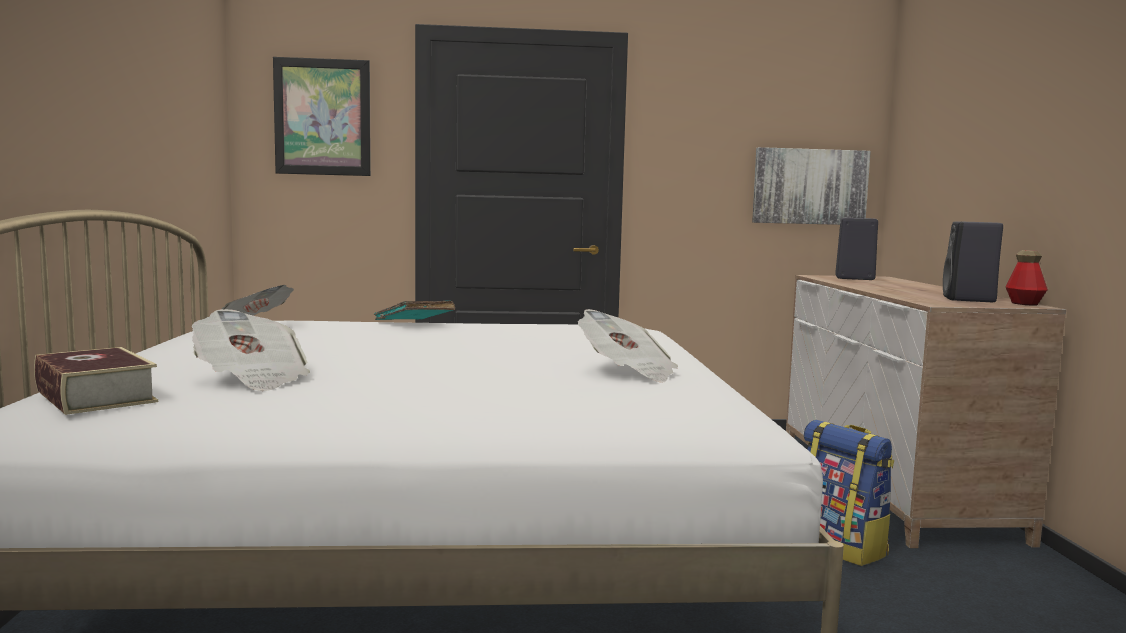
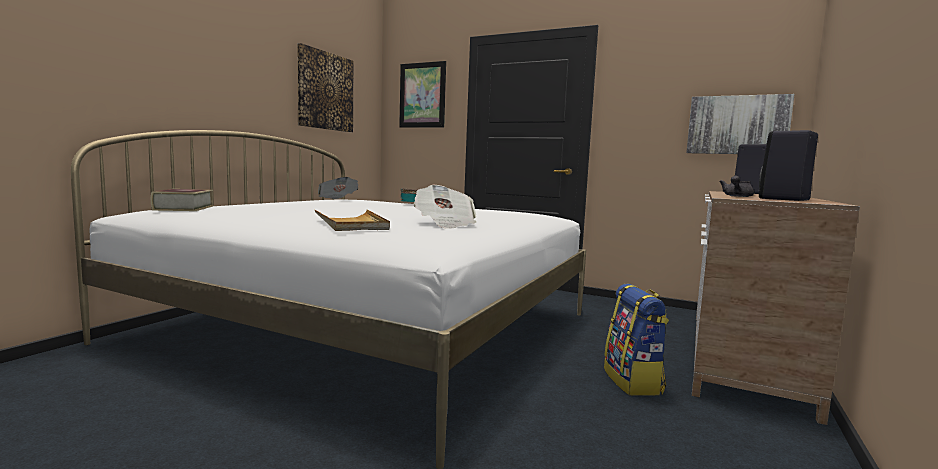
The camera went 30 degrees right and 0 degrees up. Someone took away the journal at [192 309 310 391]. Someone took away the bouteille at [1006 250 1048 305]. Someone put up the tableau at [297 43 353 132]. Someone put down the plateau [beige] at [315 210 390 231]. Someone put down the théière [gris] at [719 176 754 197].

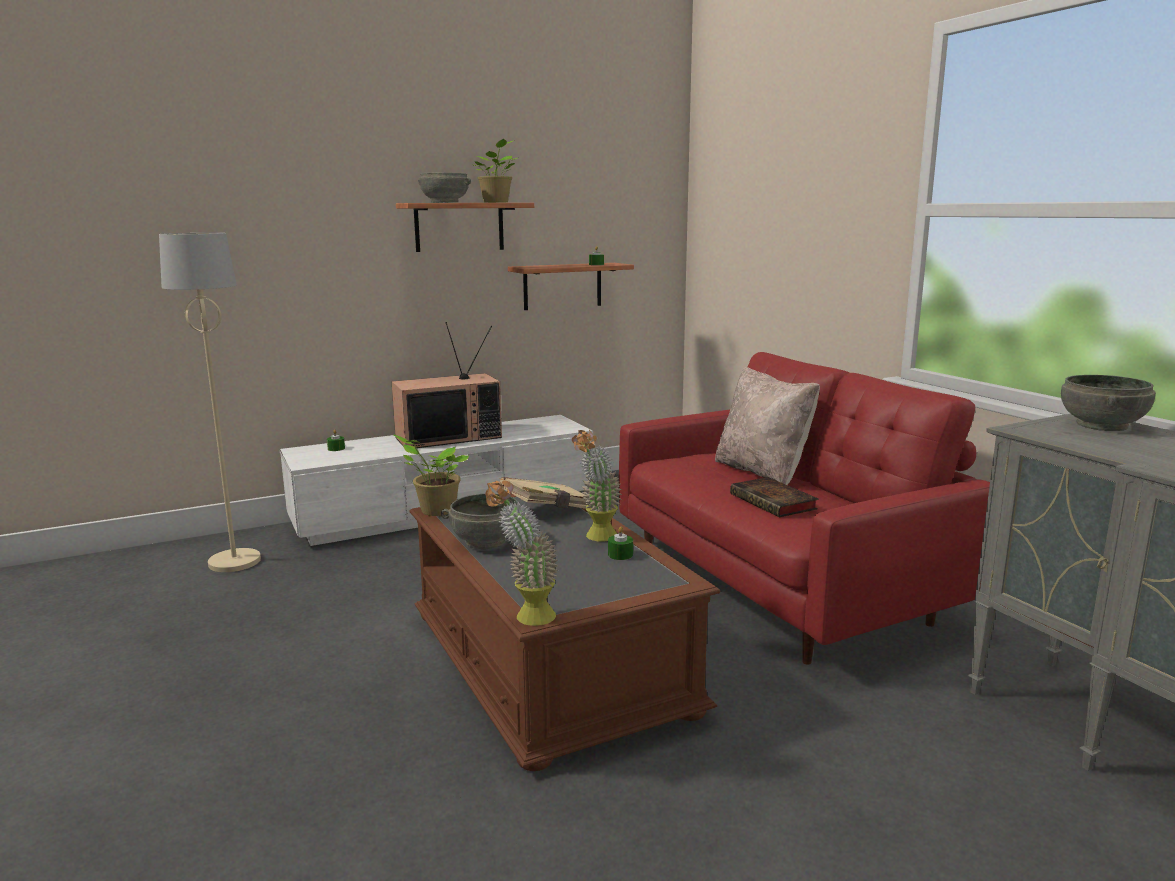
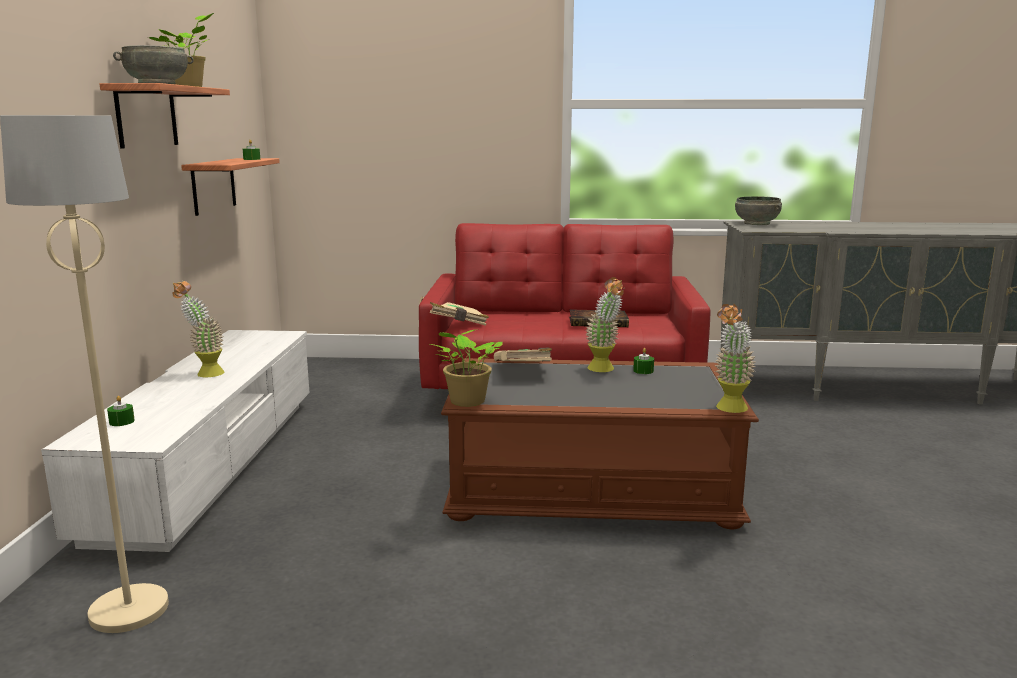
The camera went 60 degrees left and 0 degrees up. Someone took away the bol [gris] at [441 494 518 549]. Someone took away the coussin [beige] at [715 367 820 485]. Someone put down the livre [beige] at [419 297 489 326]. Someone swapped the téléviseur at [392 322 502 448] for the plante en pot at [172 281 225 377].

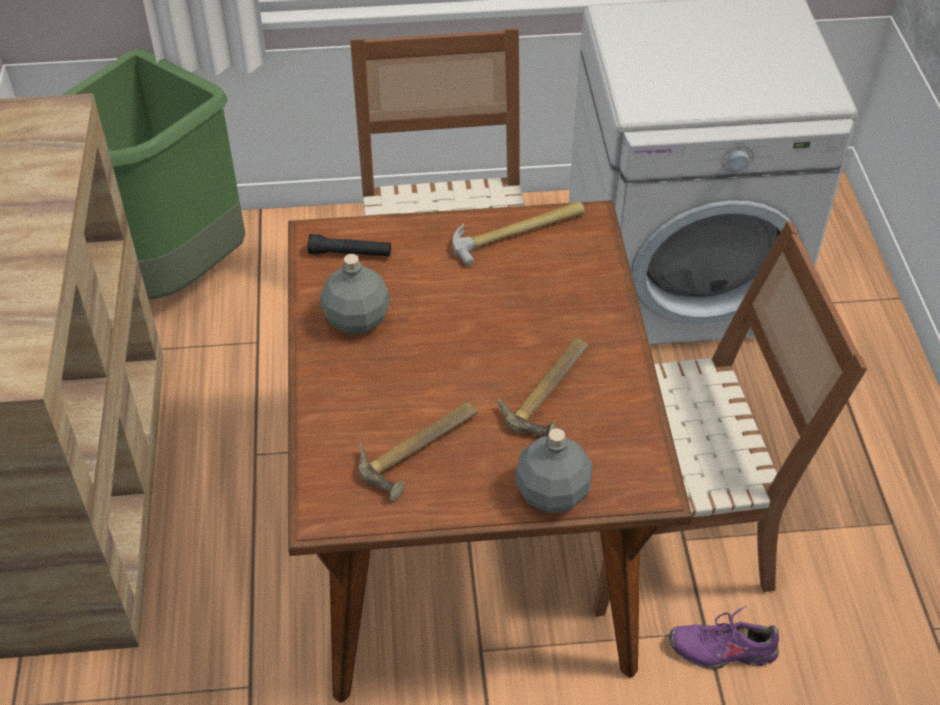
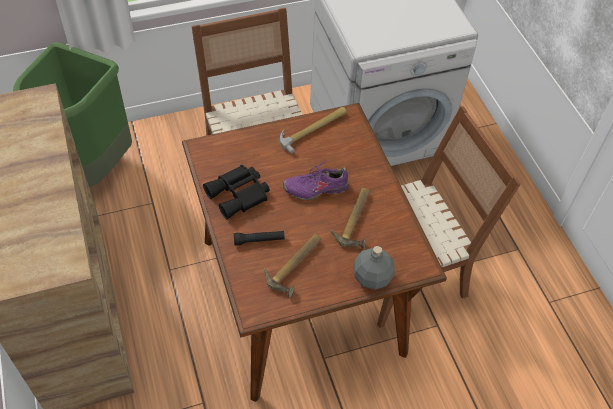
The camera went 15 degrees left and 5 degrees up. Someone carried the lampe de poche [noir] from [308 234 391 257] to [234 231 285 245]. Someone carried the chaussure [violet] from [669 606 779 669] to [283 160 349 200]. Someone swapped the bouteille [gris] at [320 254 390 334] for the jumelles [noir] at [203 165 270 219].

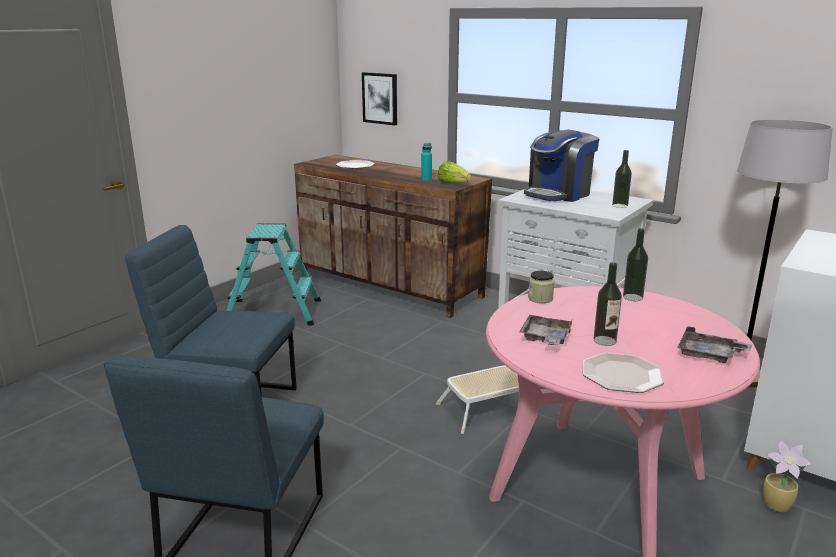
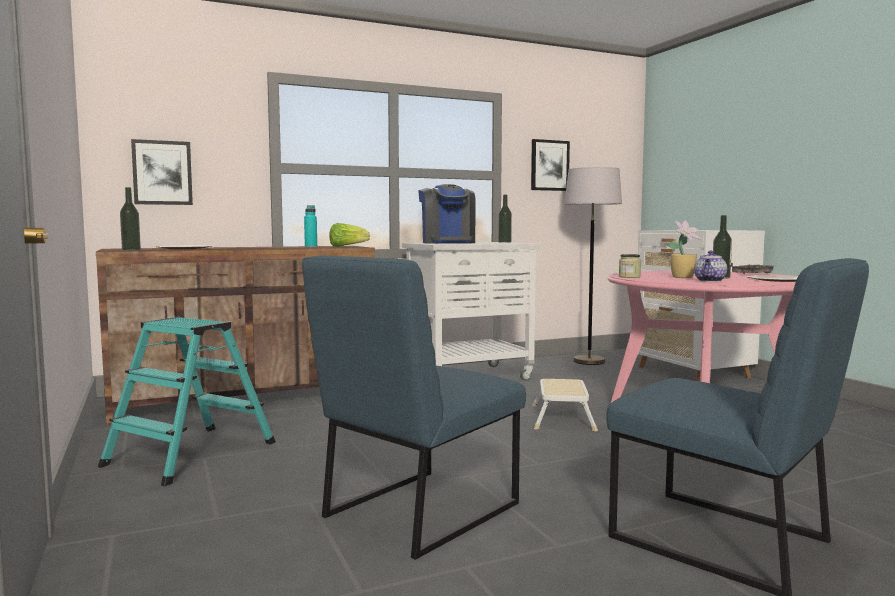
The camera went 60 degrees left and 15 degrees down. Someone put up the tableau at [531 139 570 191]. Someone carried the bouteille from [623 228 648 301] to [120 187 141 251]. Someone carried the plante en pot from [763 440 812 512] to [667 220 701 278]. Someone swapped the plateau [gris] at [519 315 573 345] for the théière at [694 251 727 282].

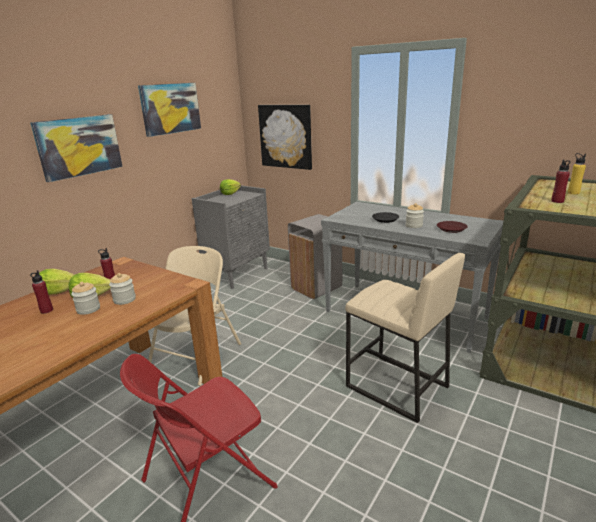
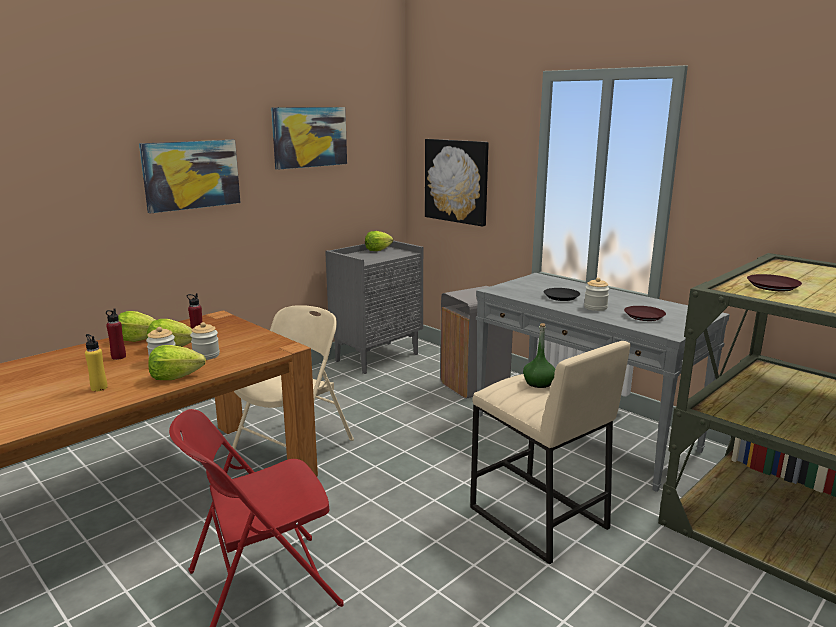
The camera went 10 degrees right and 5 degrees down. Someone put down the laitue at [148 345 206 380]. Someone put down the bouteille [vert] at [523 323 555 388]. Someone carried the bouteille [jaune] from [568 153 586 194] to [85 334 108 391]. Someone swapped the bouteille [rouge] at [551 160 570 203] for the assiette [marron] at [747 274 802 291].

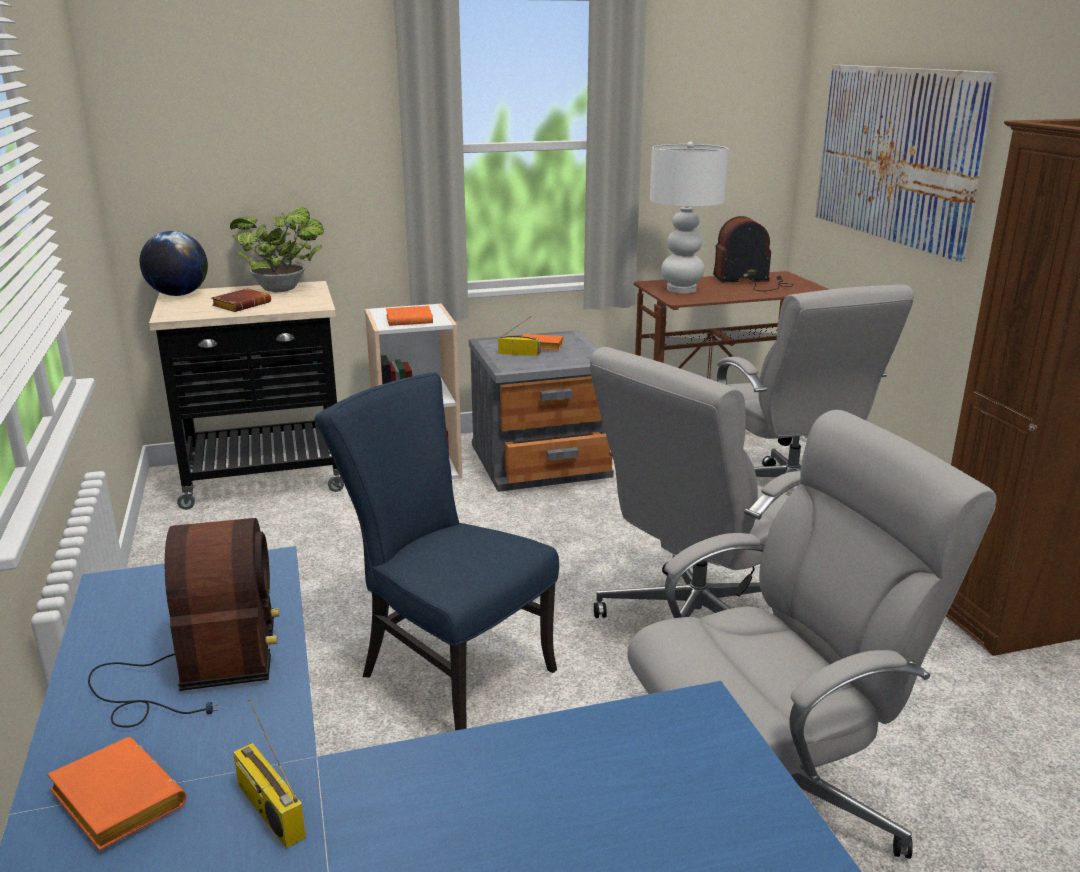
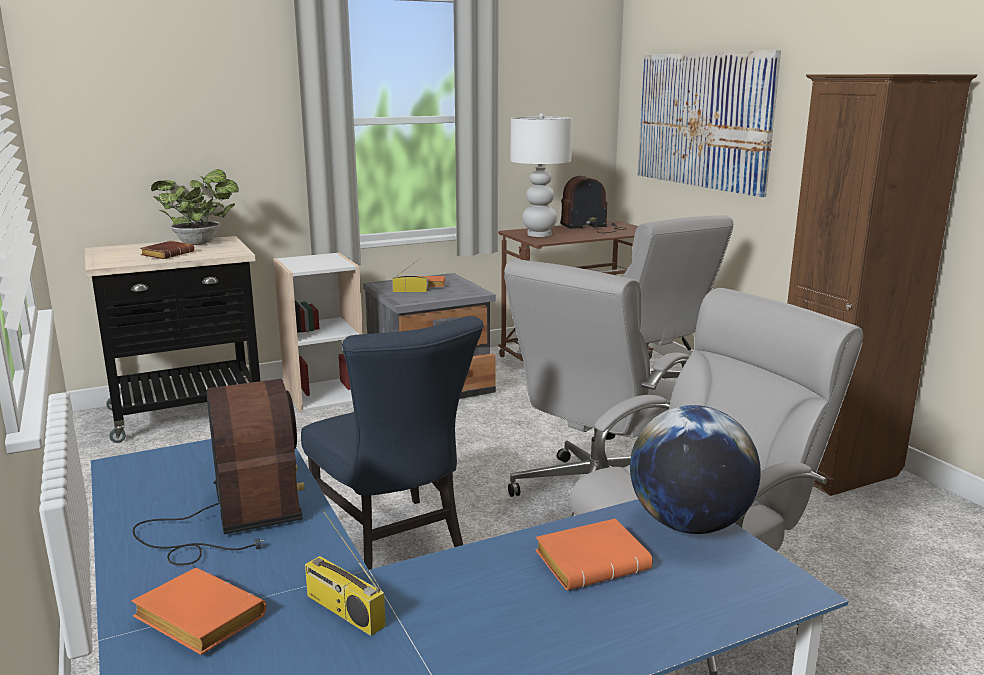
The camera went 10 degrees left and 5 degrees down. Someone carried the globe from [140 231 208 296] to [630 405 761 534]. Someone carried the livre [orange] from [386 306 433 326] to [535 518 653 591]. Someone rotated the chaise [bleu] at [314 372 559 731] by 150 degrees counterclockwise.

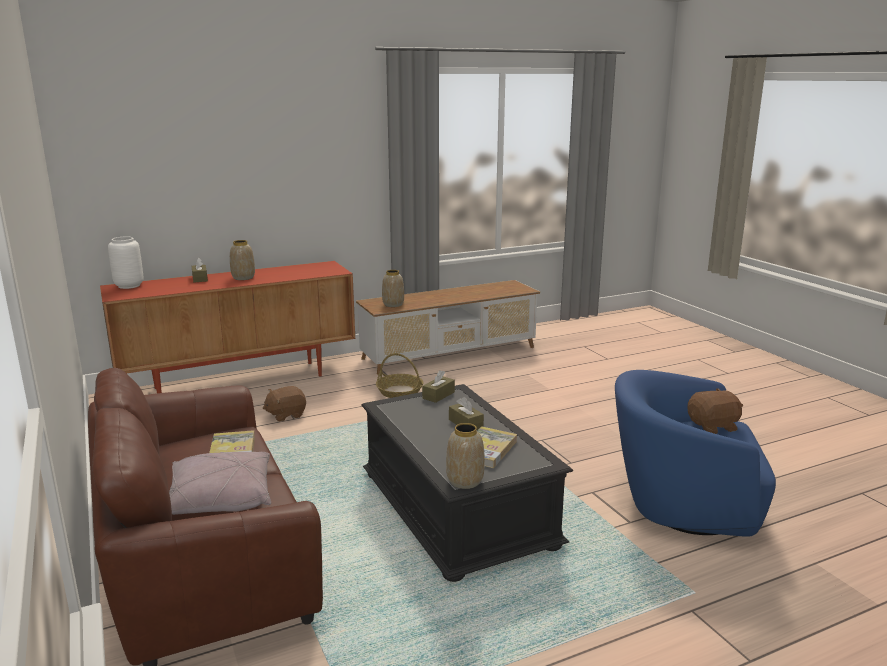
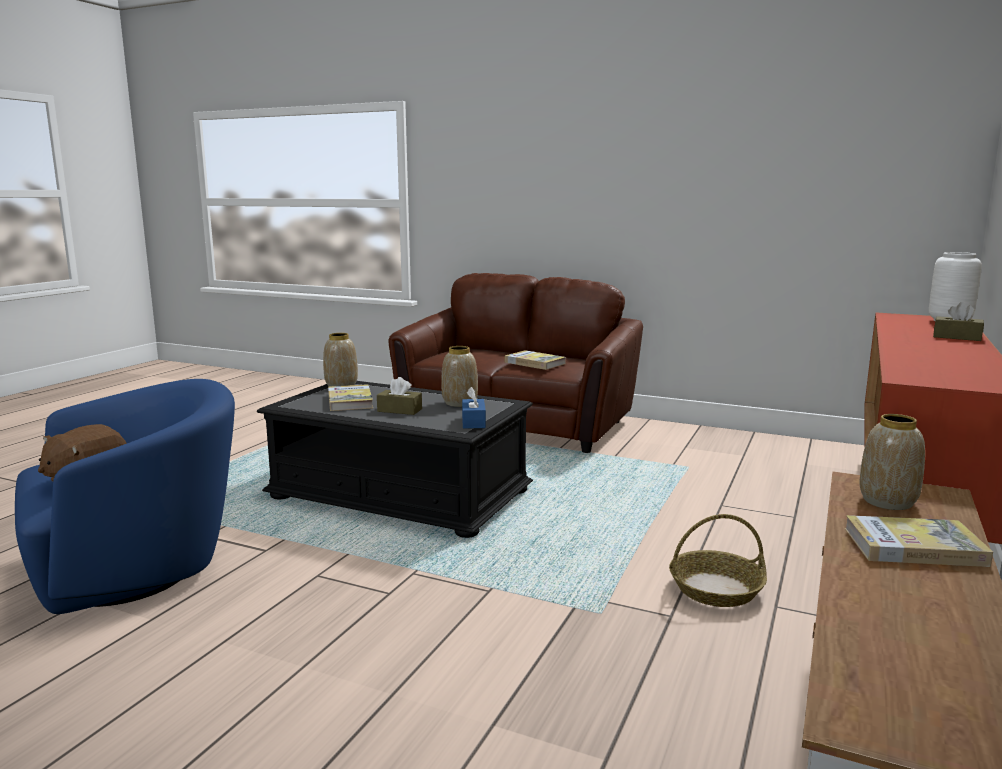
The camera went 140 degrees right and 5 degrees down. Someone took away the coussin [violet] at [169 452 271 515]. Someone took away the peluche [marron] at [263 386 306 422]. Someone put down the livre at [845 515 993 567]. Someone carried the vase from [230 240 255 280] to [441 346 478 407]. Someone repainted the boîte à mouchoirs [marron] at [422 370 455 403], which became the boîte à mouchoirs [bleu] at [462 387 486 429].

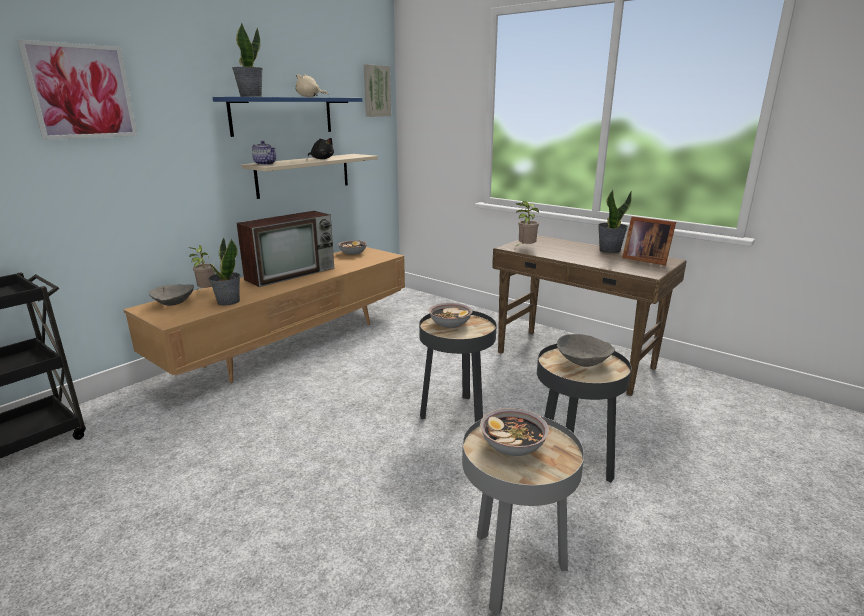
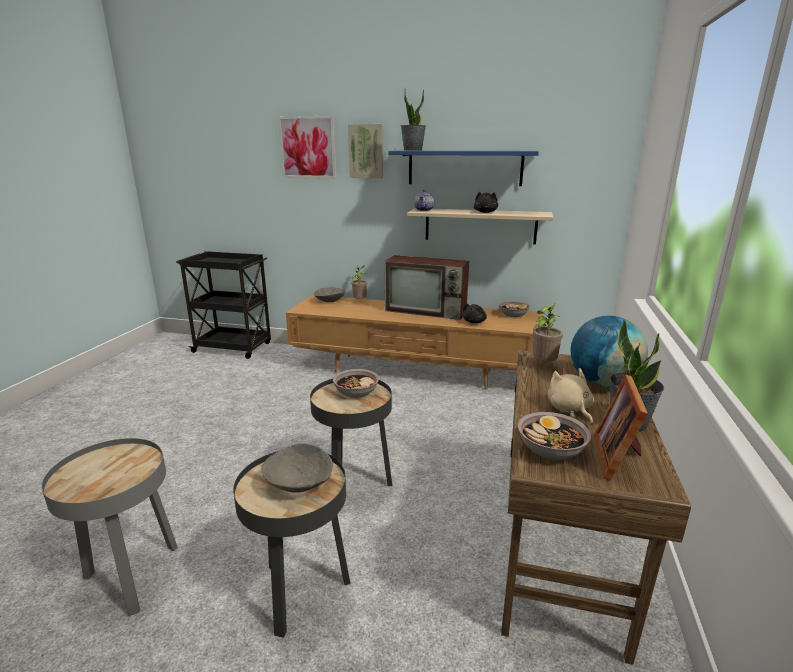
The camera went 65 degrees right and 0 degrees up. Someone took away the plante en pot at [209 238 240 305]. Someone put down the peluche [noir] at [463 304 487 323]. Someone put down the globe at [570 316 648 387]. Someone carried the peluche [beige] from [295 74 328 97] to [547 368 594 425]. Someone carried the tableau from [364 64 391 117] to [348 124 383 178]. Someone carried the bol from [480 408 549 456] to [518 412 591 460].

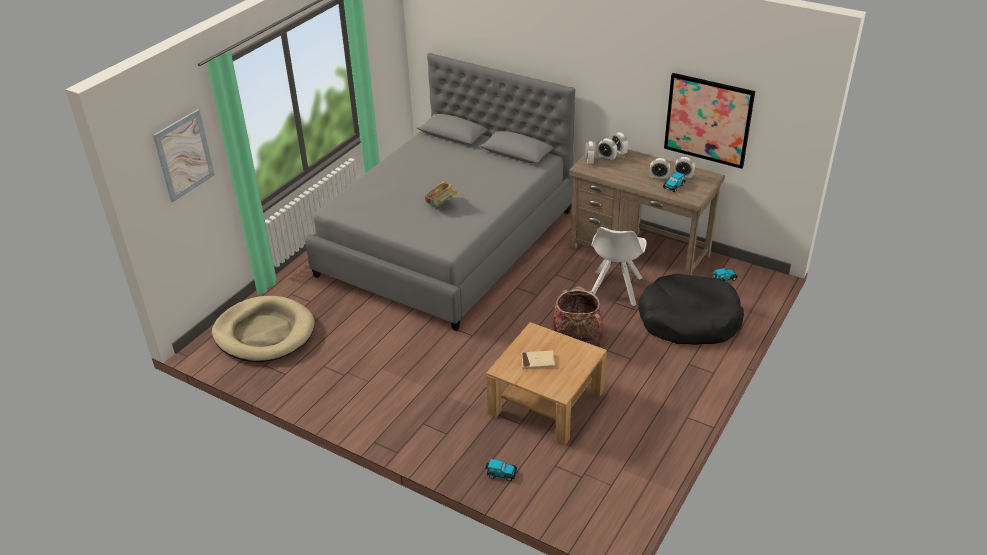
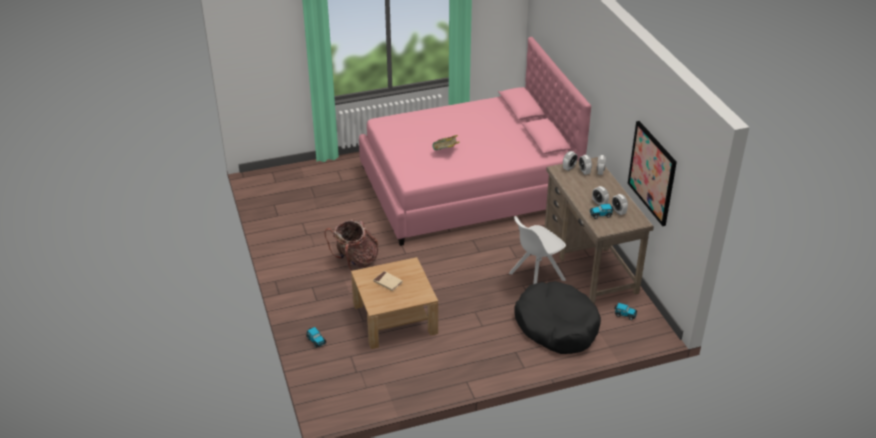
The camera went 40 degrees right and 0 degrees up. Someone took away the tableau at [153 109 215 203]. Someone took away the panier pour chien [beige] at [212 296 315 362]. Someone carried the sac à dos from [553 286 604 347] to [324 219 378 271]. Someone repainted the lit [gris] at [305 53 575 331], which became the lit [rose] at [359 37 591 246].

